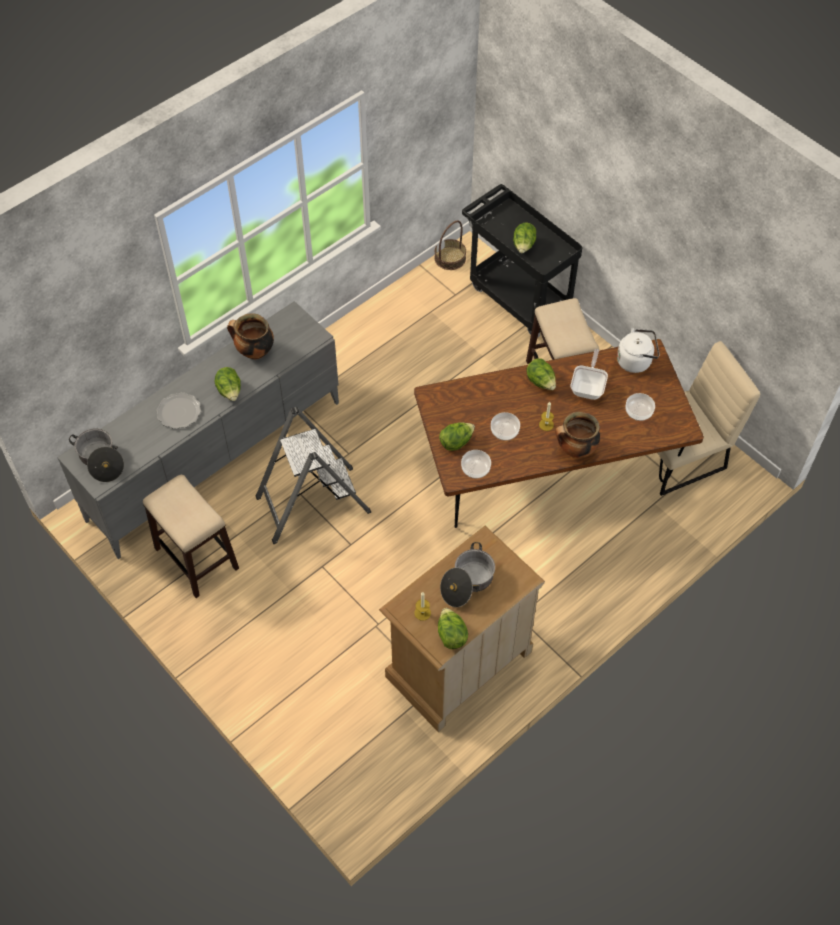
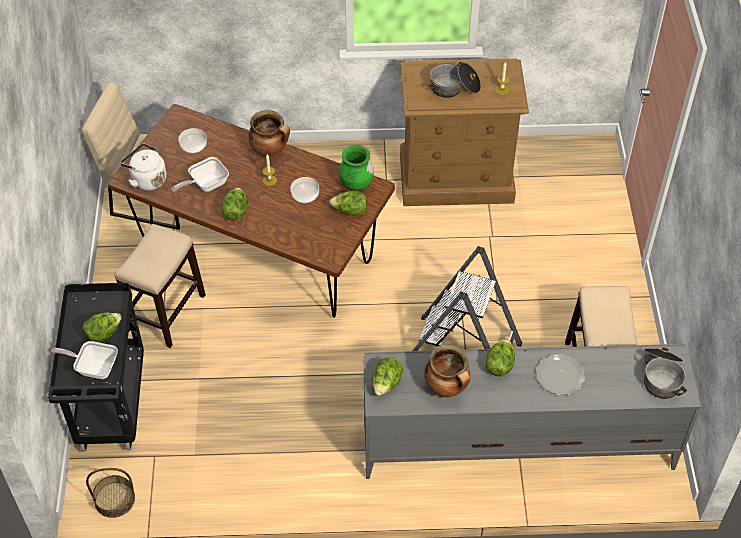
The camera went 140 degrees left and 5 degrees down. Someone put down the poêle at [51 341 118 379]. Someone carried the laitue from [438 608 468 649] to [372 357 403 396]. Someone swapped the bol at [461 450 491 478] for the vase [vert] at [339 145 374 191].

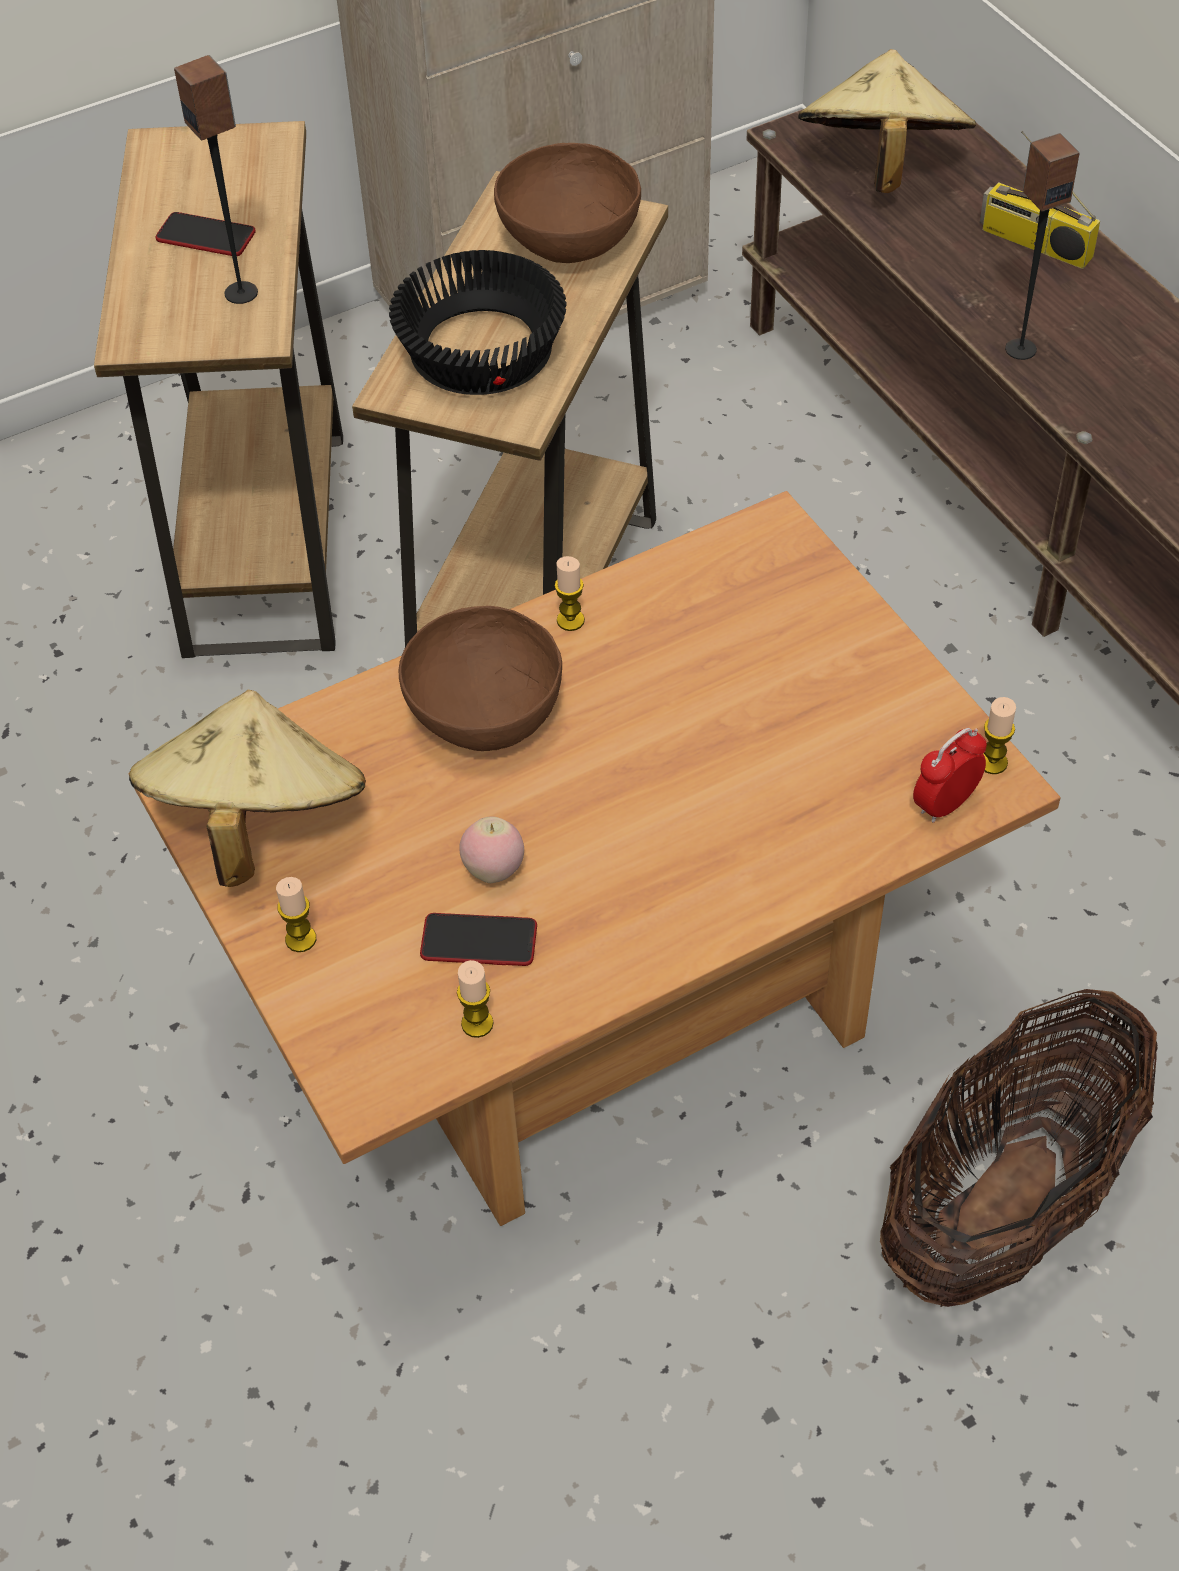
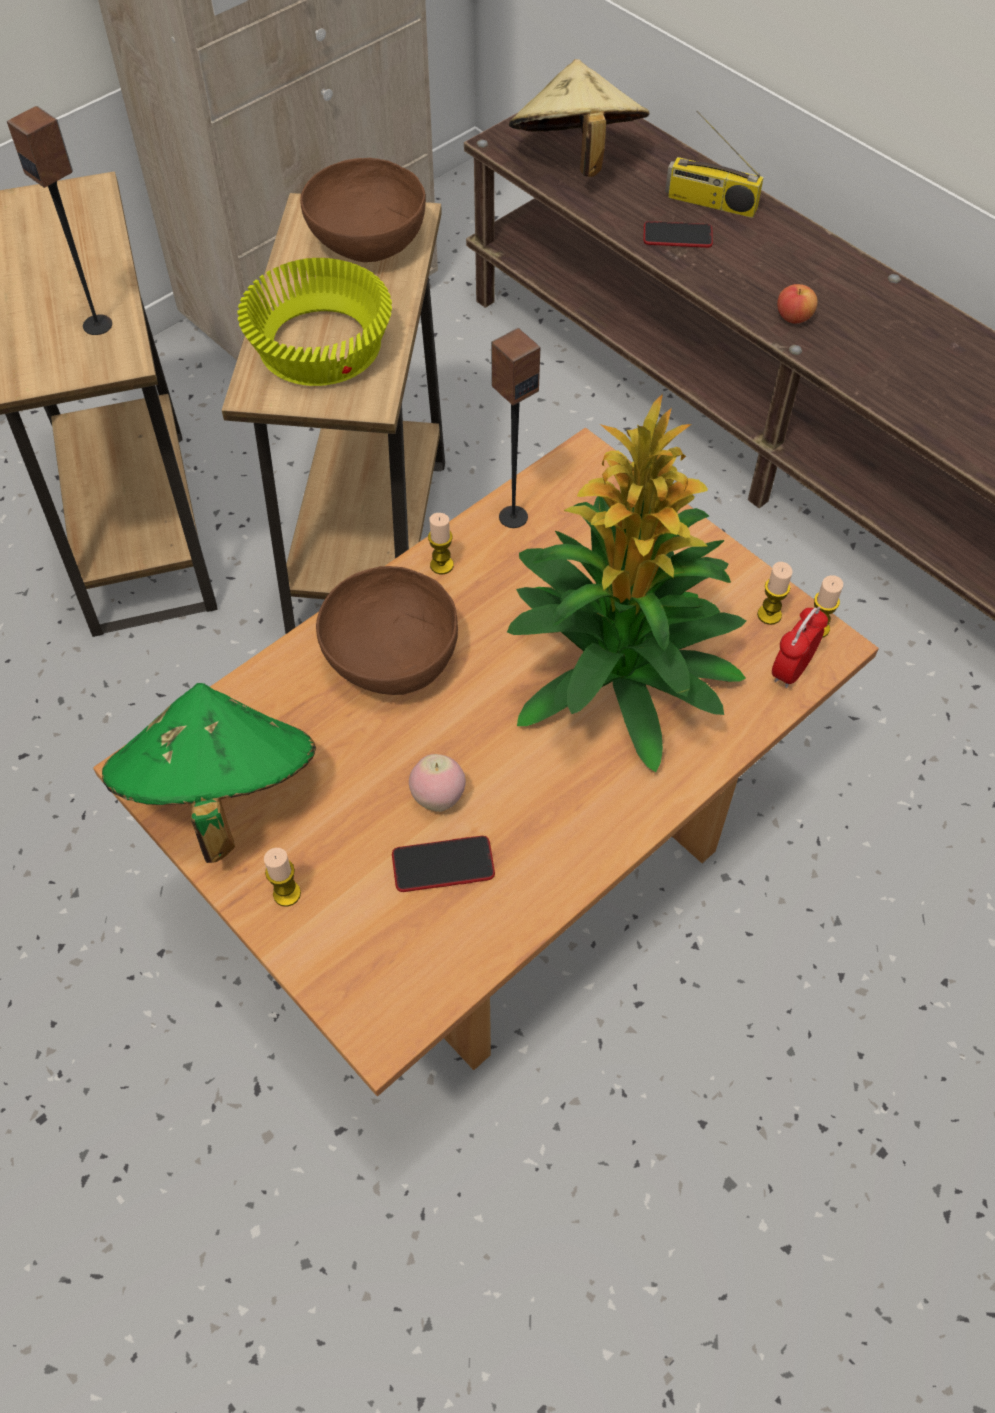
The camera went 15 degrees left and 5 degrees up. Someone took away the panier at [880 989 1158 1307]. Someone put down the plante en pot at [507 394 746 772]. Someone put down the pomme at [777 284 818 323]. Someone carried the téléphone from [155 212 256 256] to [643 221 713 248]. Someone carried the bougie from [457 960 494 1038] to [757 562 793 625]. Someone carried the enceinte from [1005 133 1080 360] to [491 328 540 528]. Someone repainted the chapeau [beige] at [129 690 366 887], which became the chapeau [vert] at [102 683 316 863]. Someone repainted the bol [noir] at [389 250 567 395], which became the bol [jaune] at [237 258 392 386].

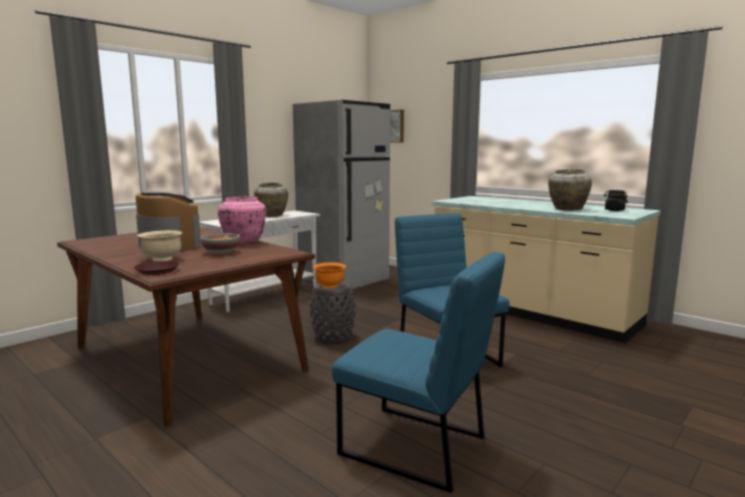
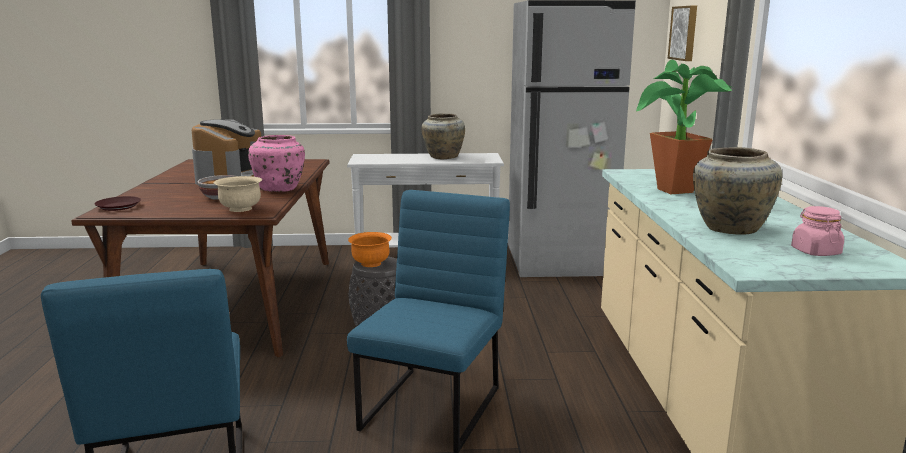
The camera went 45 degrees right and 5 degrees up. Someone put down the plante en pot at [636 60 732 194]. Someone carried the bol [beige] from [137 230 182 261] to [214 176 262 212]. Someone repainted the bocal [noir] at [604 190 628 211], which became the bocal [rose] at [791 206 844 256].

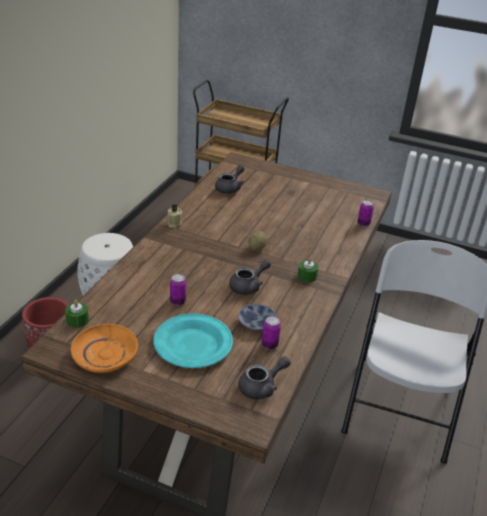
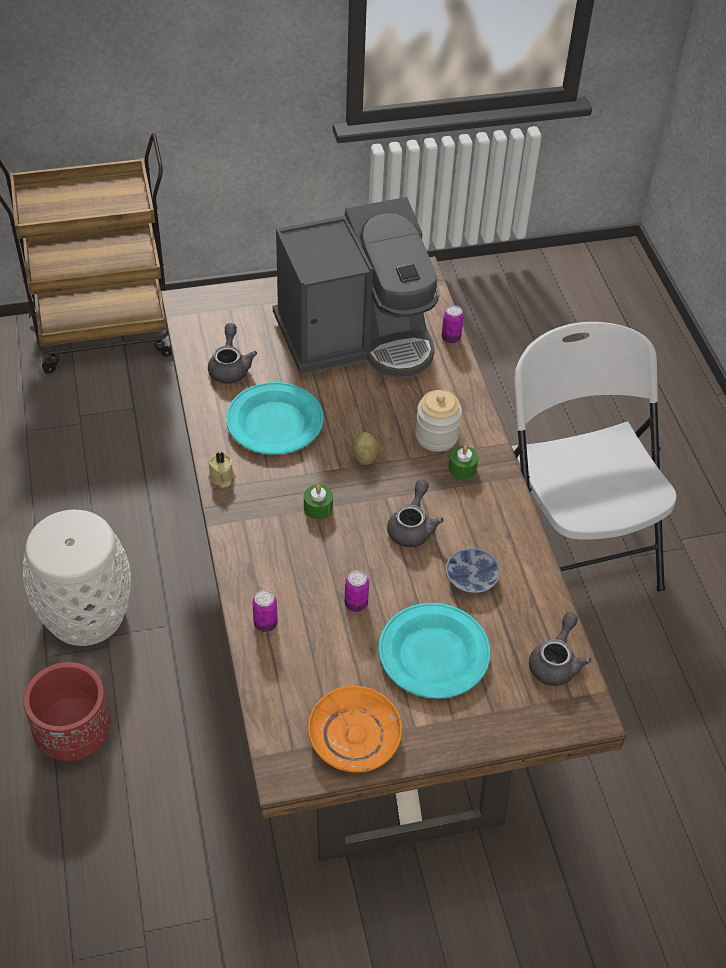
The camera went 35 degrees left and 15 degrees up. Someone put down the assiette [turquoise] at [226 382 324 455]. Someone put down the machine à café at [273 197 440 379]. Someone put down the bocal at [415 390 462 452]. Someone carried the bougie [vert] from [65 300 89 328] to [304 484 333 519]. Someone carried the boîte métallique from [262 316 281 350] to [252 590 278 632].

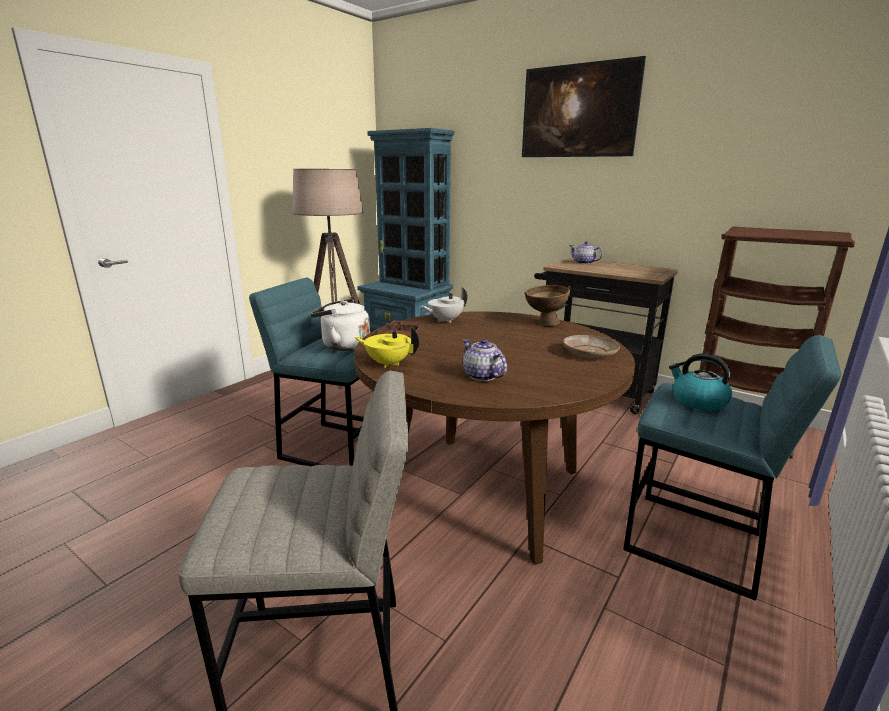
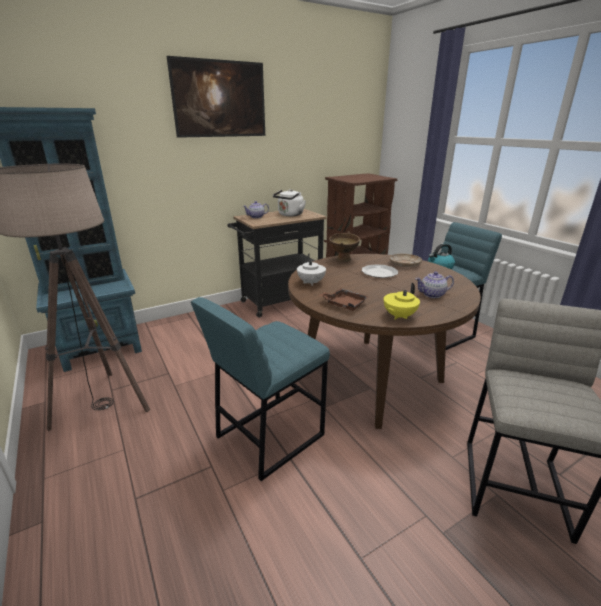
The camera went 65 degrees left and 5 degrees up. Someone put down the assiette at [361 264 398 278]. Someone carried the bouilloire [blanc] from [311 299 370 351] to [273 189 306 216].

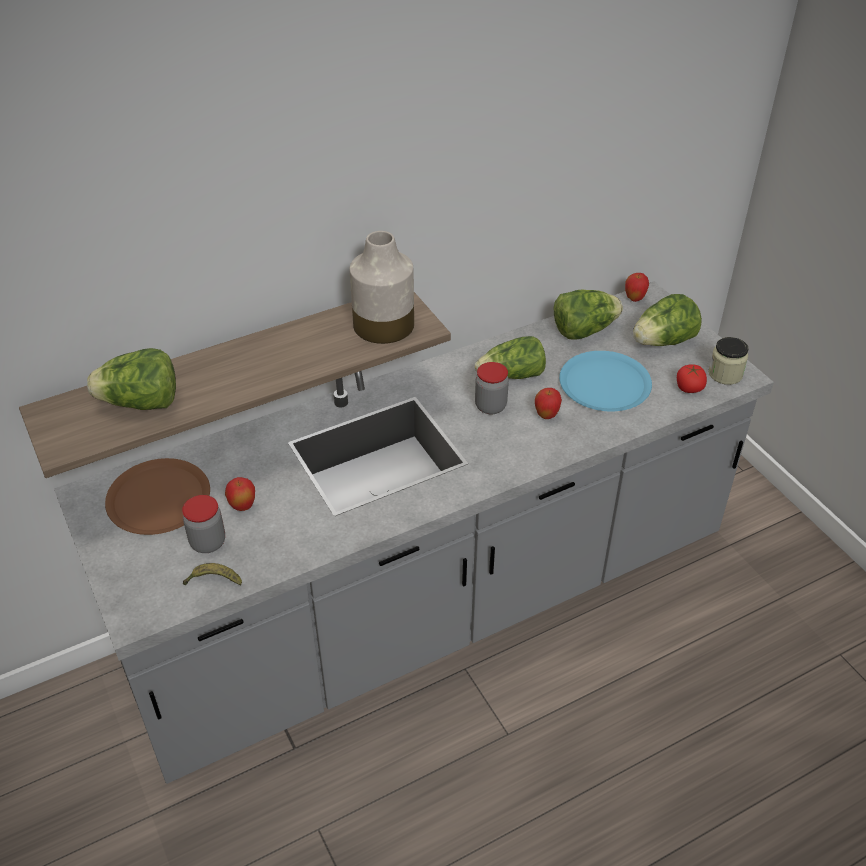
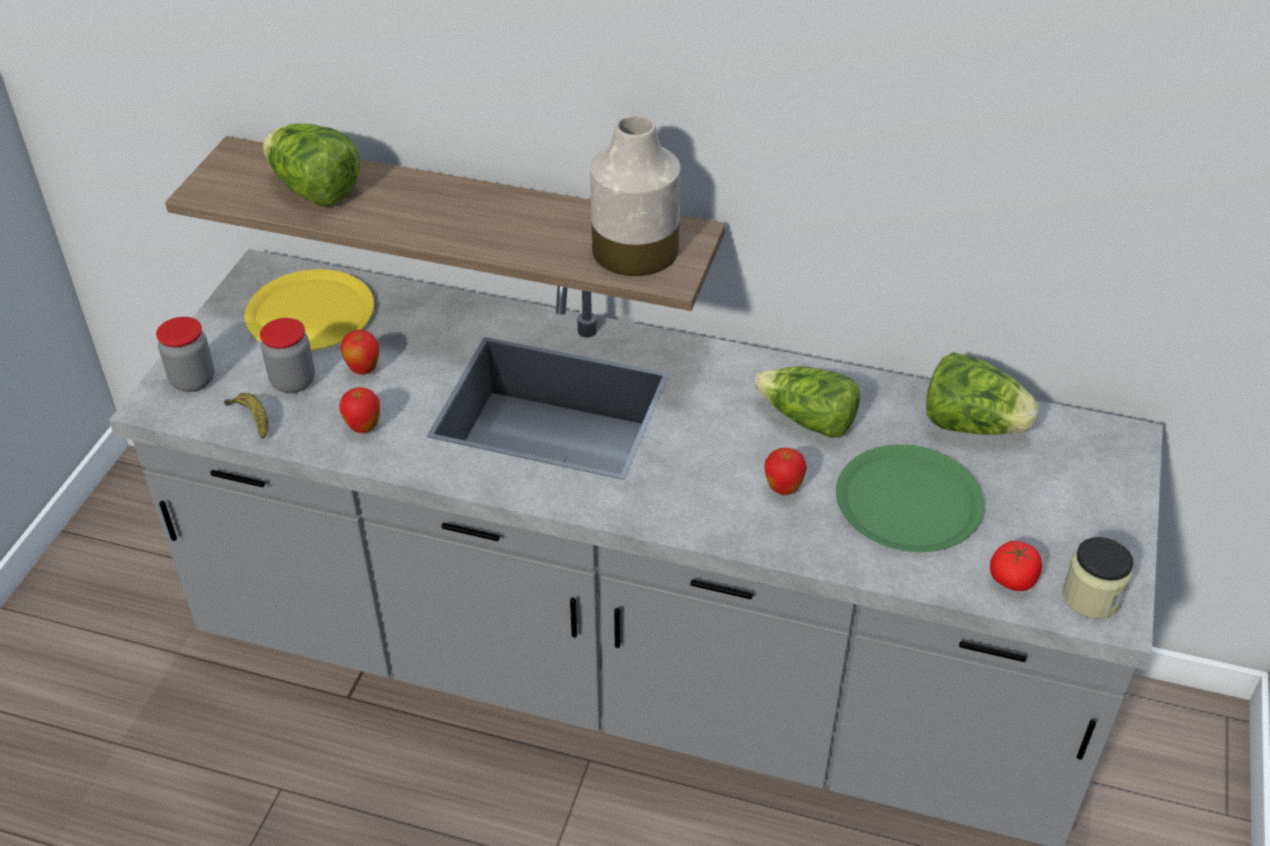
The camera went 45 degrees right and 0 degrees up. Someone took away the laitue at [633 294 702 346]. Someone carried the bocal from [475 362 509 415] to [156 317 214 392]. Someone carried the pomme from [625 273 649 302] to [339 387 380 433]. Someone repainted the assiette [marron] at [105 458 210 535], which became the assiette [jaune] at [244 269 374 351]. Someone repainted the assiette [bleu] at [559 351 652 411], which became the assiette [vert] at [836 444 984 552].

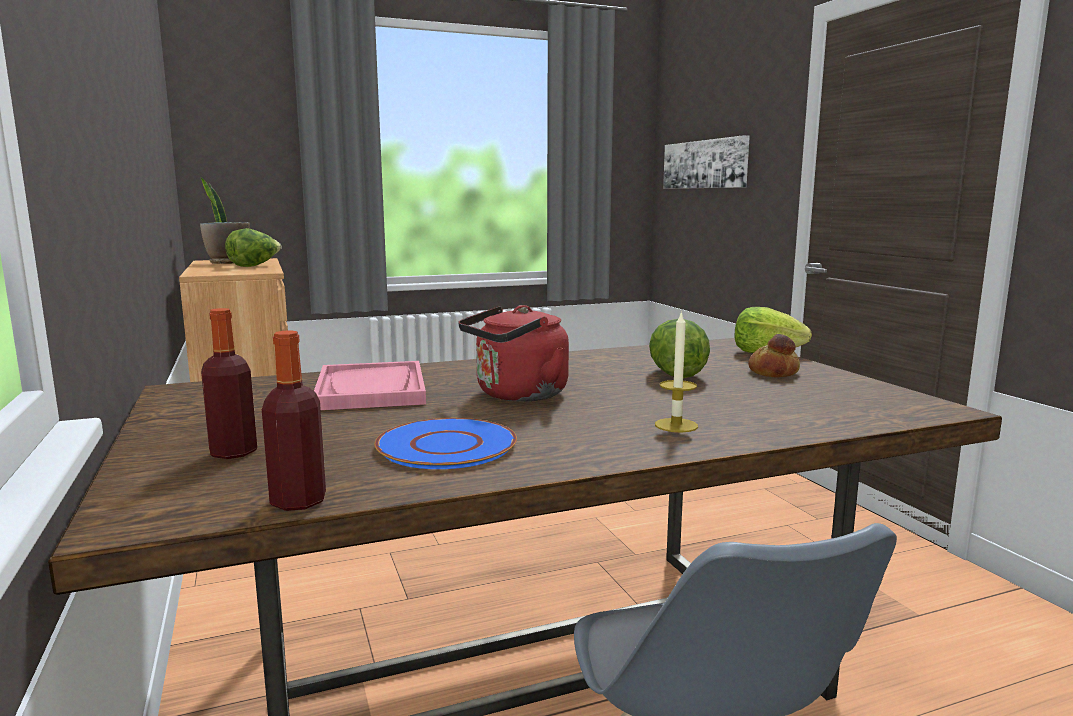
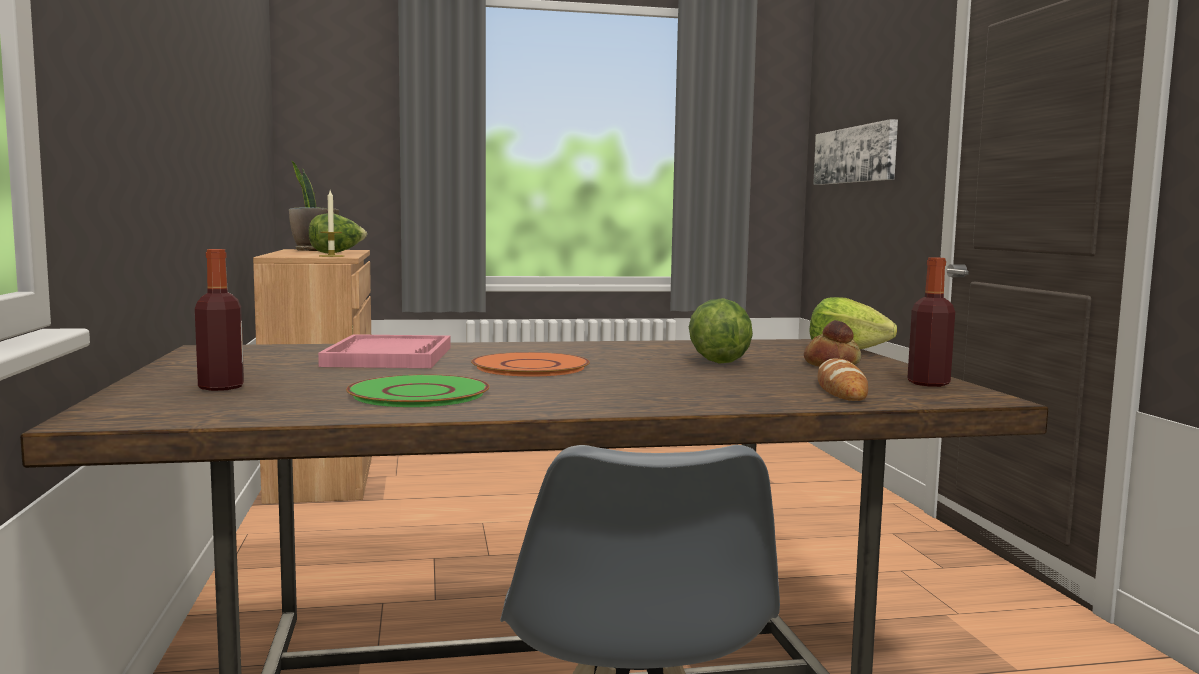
The camera went 10 degrees right and 5 degrees down. Someone put down the pain at [818 359 868 401]. Someone carried the bouteille from [262 330 326 511] to [907 257 955 387]. Someone carried the bougie from [655 311 698 432] to [319 190 344 257]. Someone swapped the bouilloire [rouge] at [458 305 569 402] for the assiette [orange] at [471 352 590 376]. Someone repainted the assiette [bleu] at [374 418 517 469], which became the assiette [vert] at [346 374 490 407].

